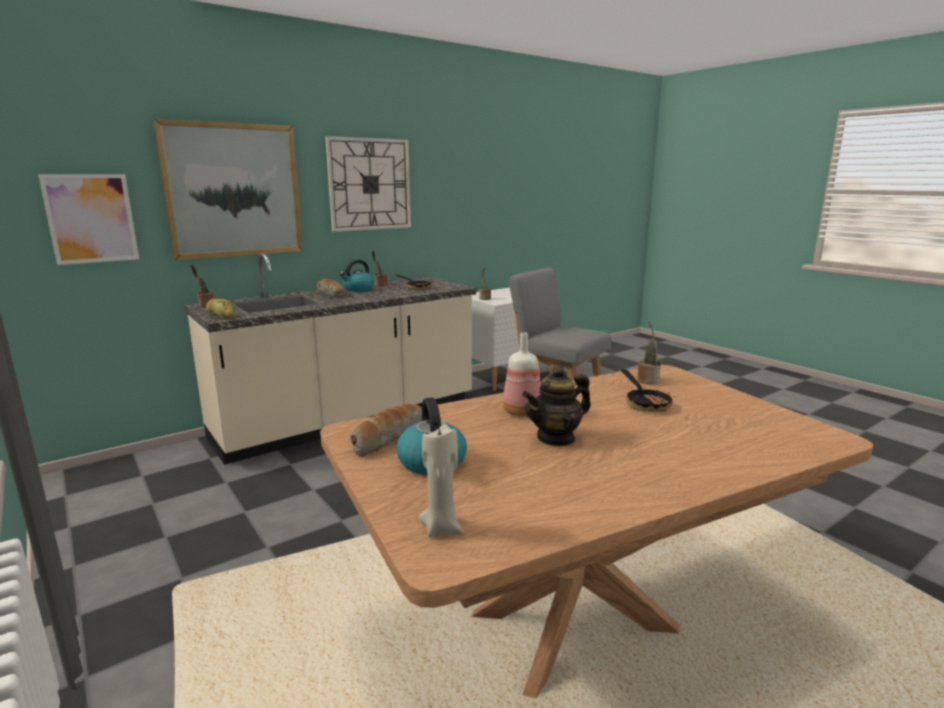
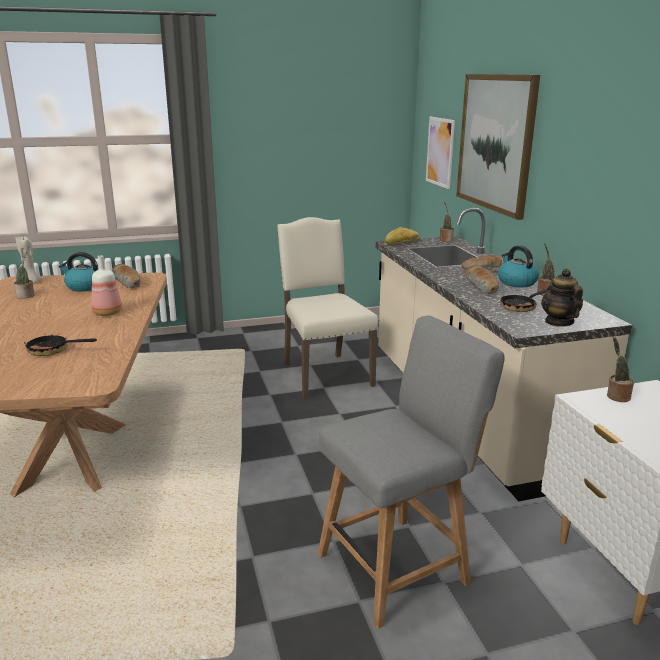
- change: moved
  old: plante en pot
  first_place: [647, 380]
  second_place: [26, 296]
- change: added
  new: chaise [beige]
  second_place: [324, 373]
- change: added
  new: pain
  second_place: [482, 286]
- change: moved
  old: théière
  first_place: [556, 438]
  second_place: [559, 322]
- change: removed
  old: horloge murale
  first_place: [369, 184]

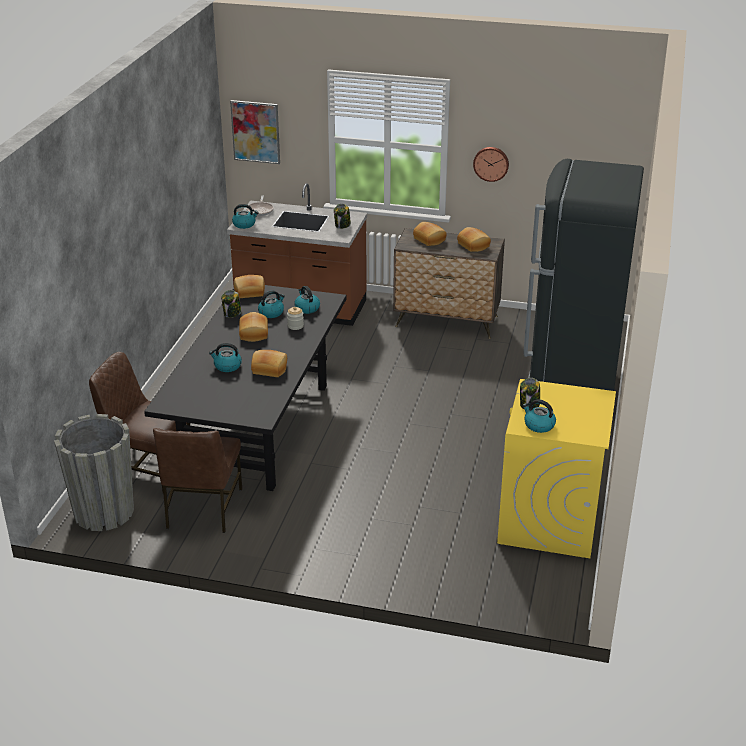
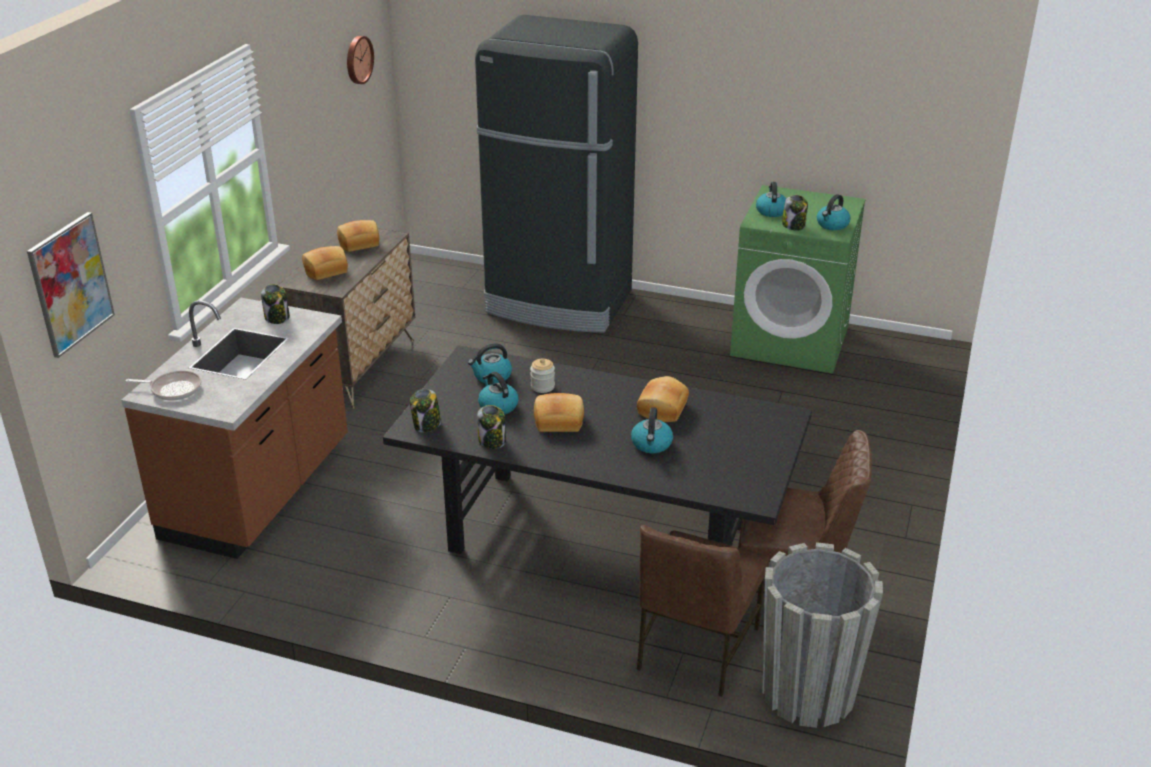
- change: moved
  old: horloge murale
  first_place: [491, 163]
  second_place: [358, 59]
- change: replaced
  old: pain
  new: bocal
  first_place: [249, 293]
  second_place: [427, 425]
- change: recoloured
  old: lave-linge [jaune]
  new: lave-linge [vert]
  first_place: [549, 521]
  second_place: [791, 341]
- change: moved
  old: bouilloire
  first_place: [244, 224]
  second_place: [771, 211]

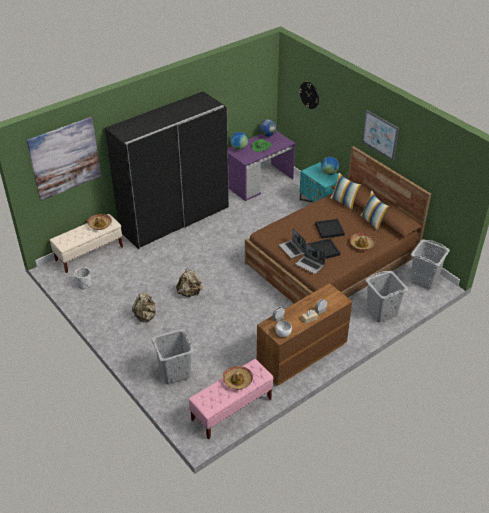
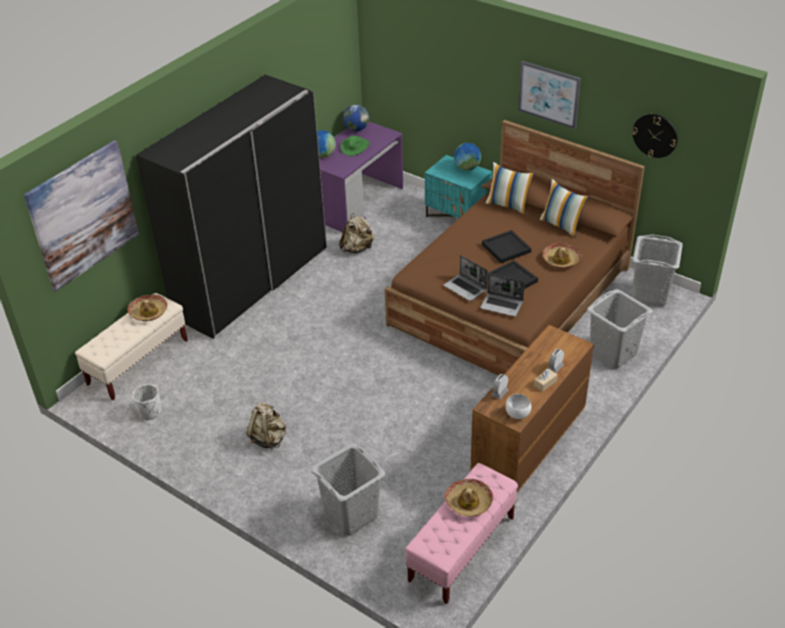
- change: moved
  old: sac à dos [beige]
  first_place: [190, 292]
  second_place: [357, 248]
- change: moved
  old: horloge murale
  first_place: [309, 95]
  second_place: [655, 135]

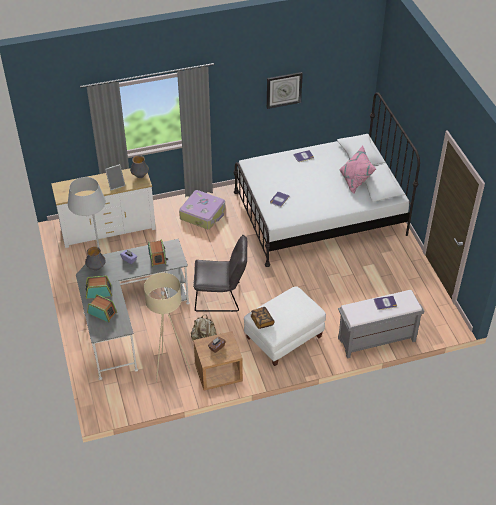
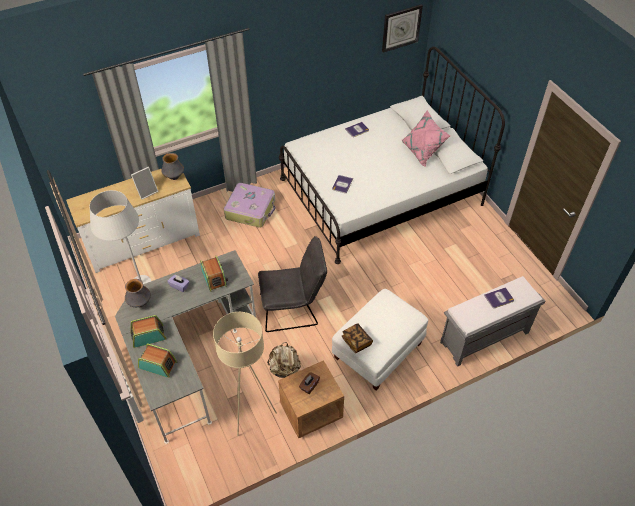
- change: moved
  old: horloge murale
  first_place: [284, 89]
  second_place: [401, 28]

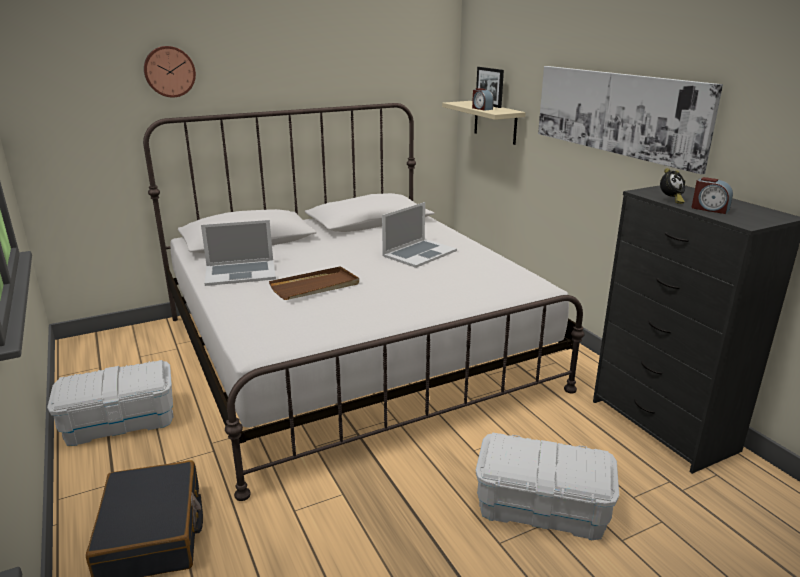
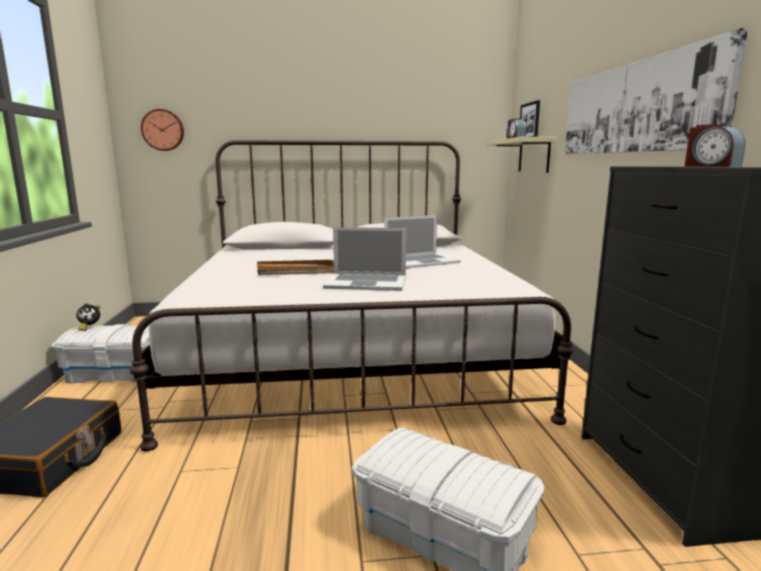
- change: moved
  old: réveil
  first_place: [670, 200]
  second_place: [89, 327]
- change: moved
  old: horloge murale
  first_place: [169, 71]
  second_place: [163, 130]
- change: moved
  old: ordinateur portable
  first_place: [240, 273]
  second_place: [366, 282]

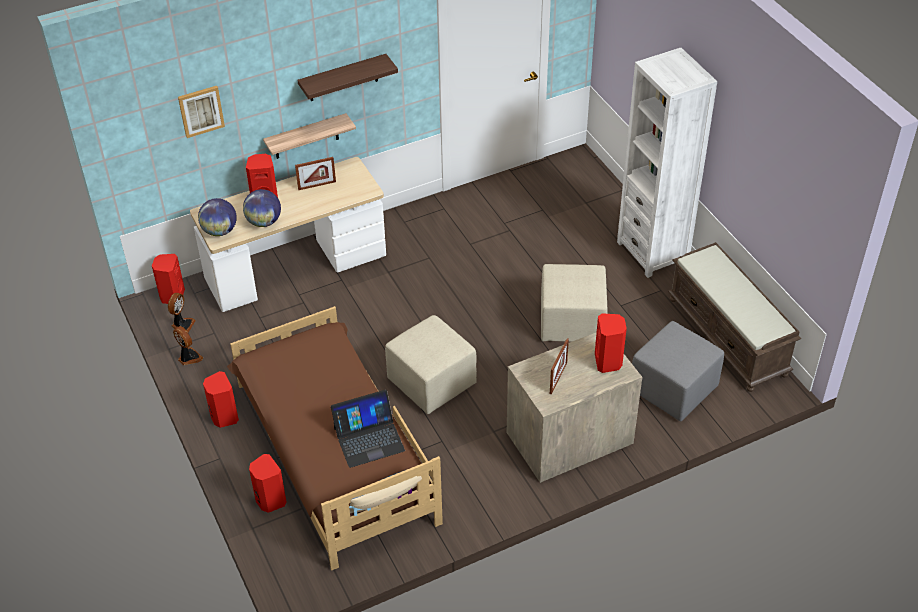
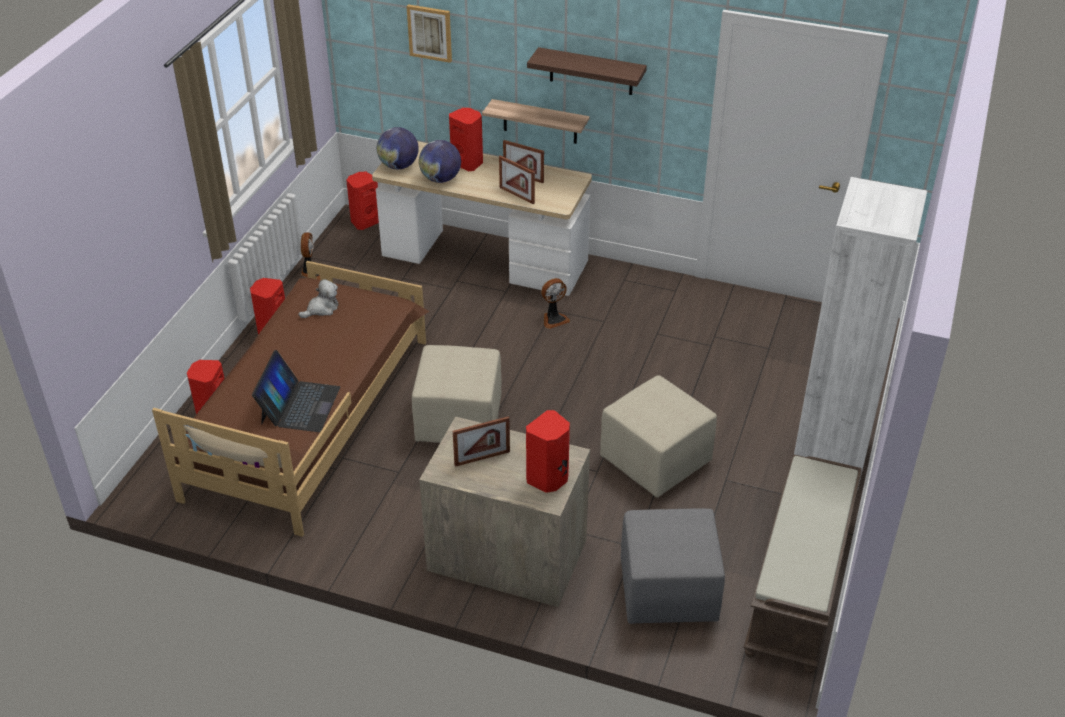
- change: turned
  old: ordinateur portable
  first_place: [369, 439]
  second_place: [299, 405]
  degrees: -105
- change: added
  new: peluche
  second_place: [322, 309]
- change: added
  new: cadre photo
  second_place: [517, 195]
- change: moved
  old: ventilateur
  first_place: [182, 325]
  second_place: [554, 319]

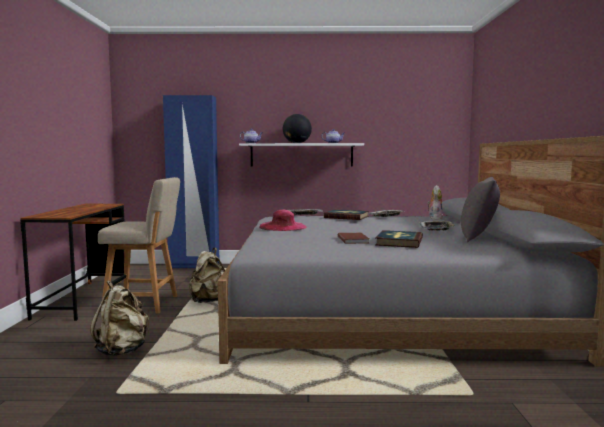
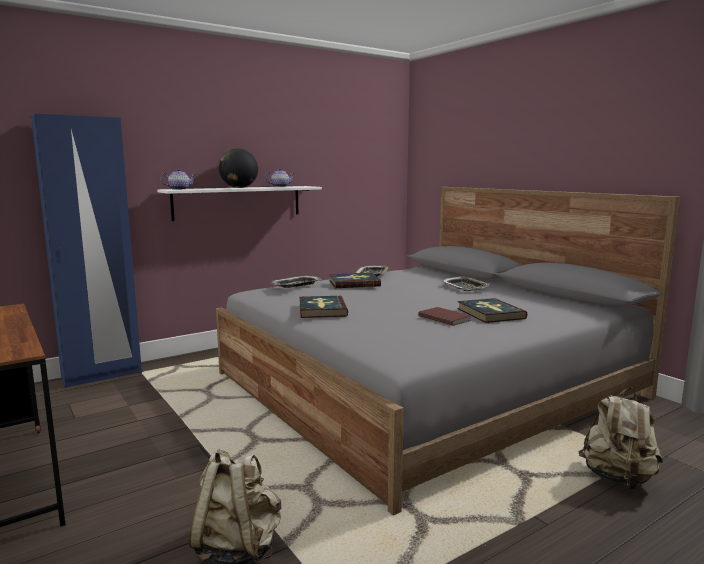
- change: replaced
  old: chapeau [rose]
  new: livre
  first_place: [282, 227]
  second_place: [322, 310]
- change: moved
  old: sac à dos [beige]
  first_place: [208, 301]
  second_place: [618, 478]
- change: removed
  old: chaise [beige]
  first_place: [145, 304]
- change: removed
  old: peluche
  first_place: [434, 218]
- change: removed
  old: coussin [gris]
  first_place: [478, 238]

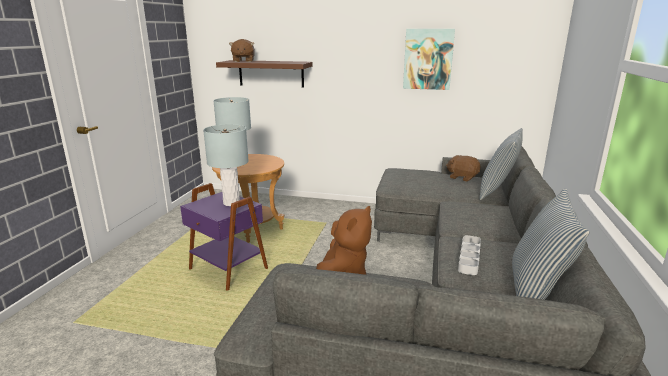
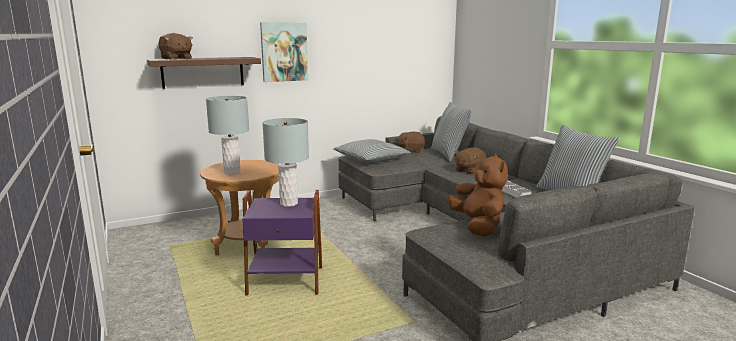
- change: moved
  old: tableau
  first_place: [428, 59]
  second_place: [284, 52]
- change: added
  new: coussin
  second_place: [371, 159]
- change: added
  new: peluche [marron]
  second_place: [469, 170]

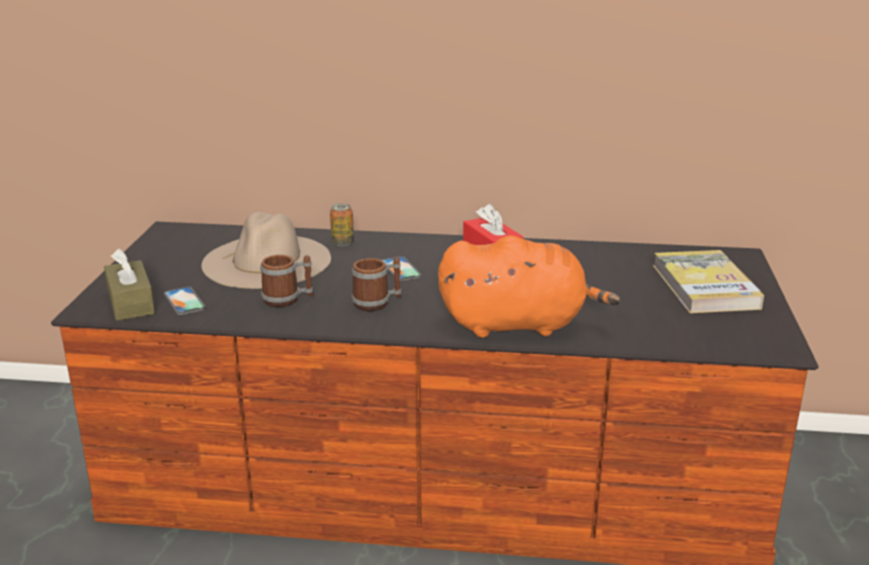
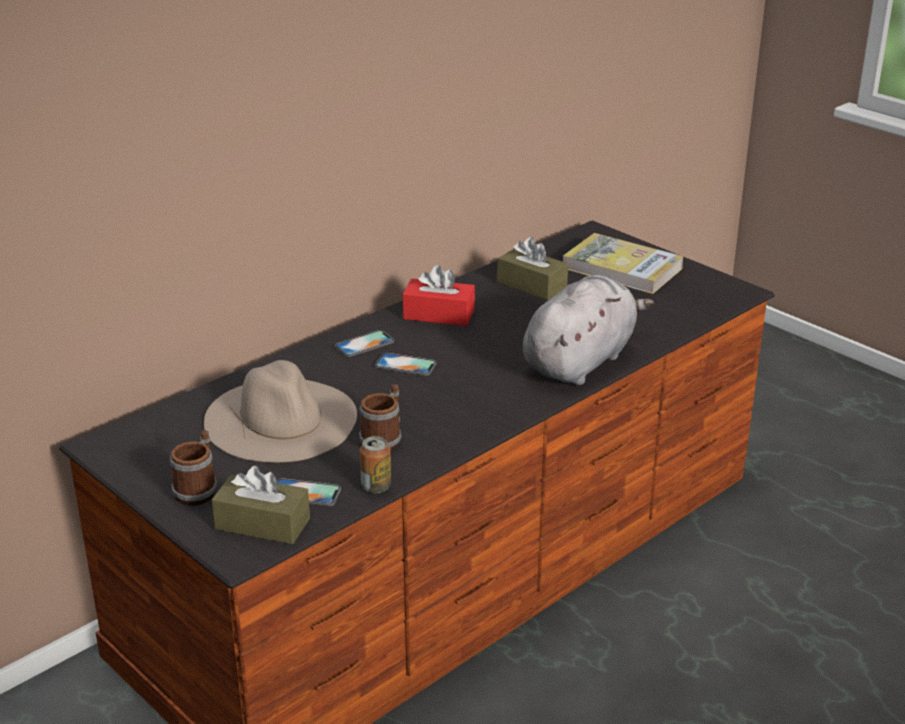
- change: moved
  old: mug
  first_place: [377, 302]
  second_place: [199, 489]
- change: added
  new: téléphone
  second_place: [364, 344]
- change: moved
  old: boîte métallique
  first_place: [342, 243]
  second_place: [376, 487]
- change: added
  new: boîte à mouchoirs [marron]
  second_place: [532, 285]
- change: recoloured
  old: peluche [orange]
  new: peluche [gris]
  first_place: [518, 324]
  second_place: [580, 361]

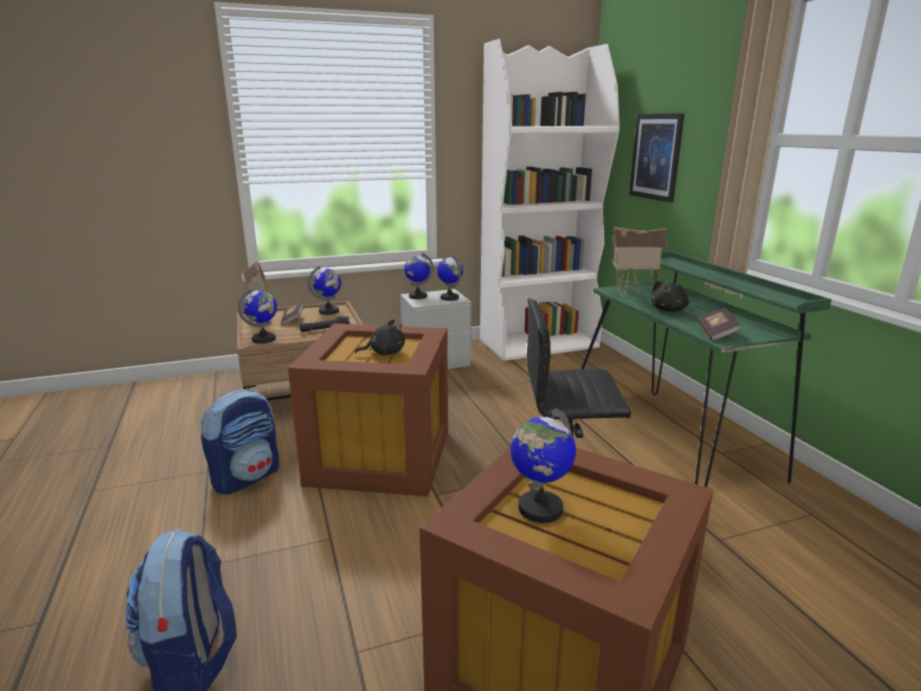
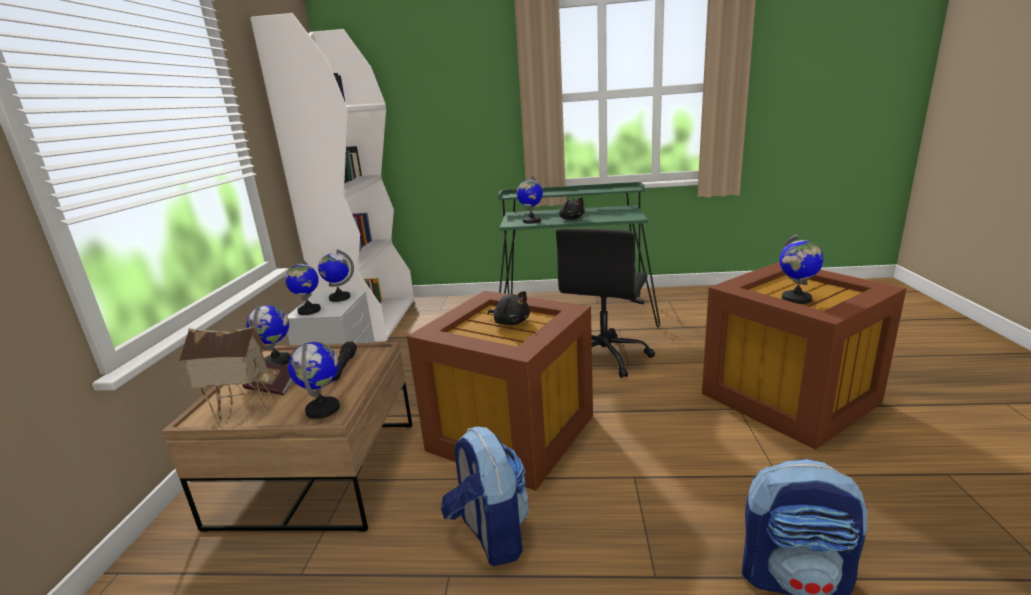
- change: turned
  old: peluche [noir]
  first_place: [384, 353]
  second_place: [510, 322]
  degrees: 120
- change: replaced
  old: maison miniature
  new: globe
  first_place: [634, 295]
  second_place: [531, 221]
- change: removed
  old: tableau
  first_place: [656, 157]
- change: removed
  old: livre
  first_place: [717, 334]

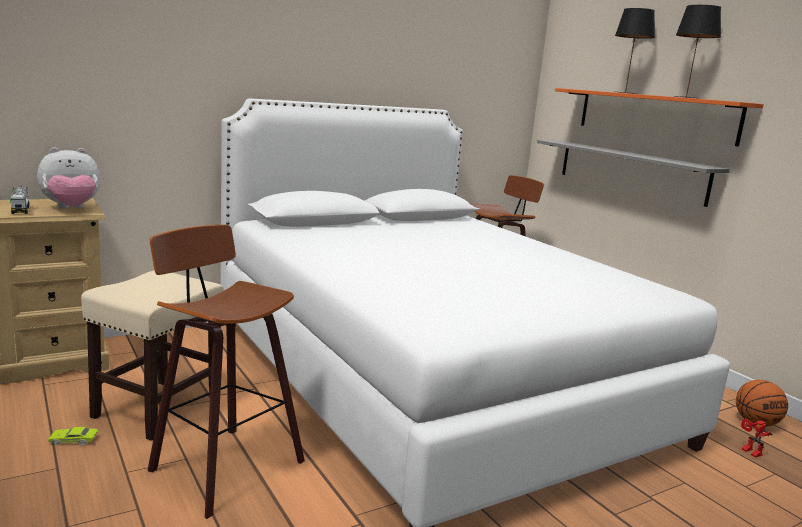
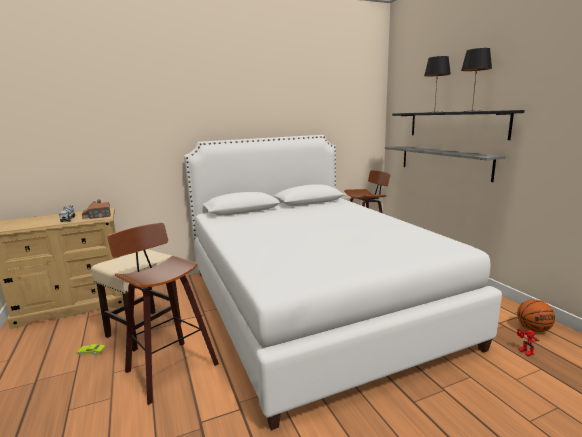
- change: replaced
  old: peluche
  new: maison miniature
  first_place: [71, 209]
  second_place: [96, 216]
- change: recoloured
  old: étagère [orange]
  new: étagère [noir]
  first_place: [654, 115]
  second_place: [455, 124]

